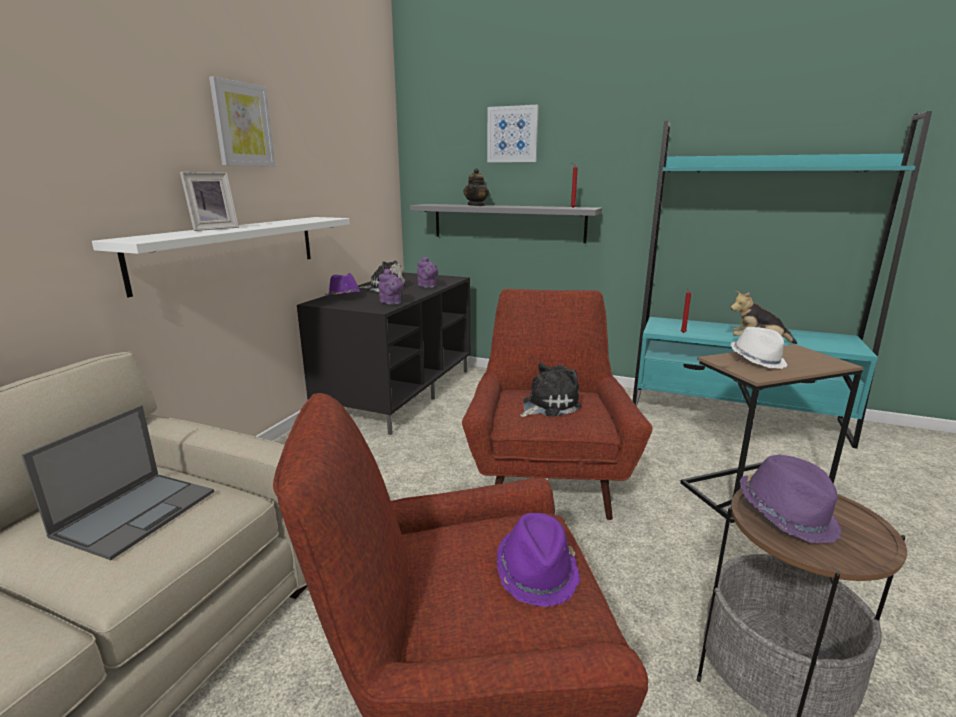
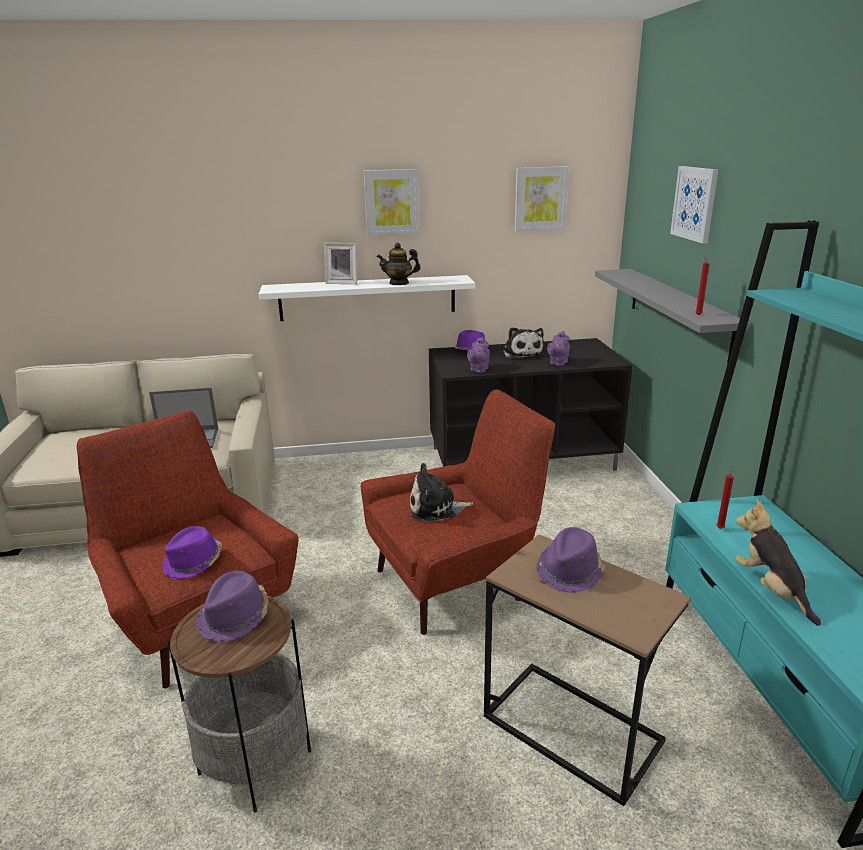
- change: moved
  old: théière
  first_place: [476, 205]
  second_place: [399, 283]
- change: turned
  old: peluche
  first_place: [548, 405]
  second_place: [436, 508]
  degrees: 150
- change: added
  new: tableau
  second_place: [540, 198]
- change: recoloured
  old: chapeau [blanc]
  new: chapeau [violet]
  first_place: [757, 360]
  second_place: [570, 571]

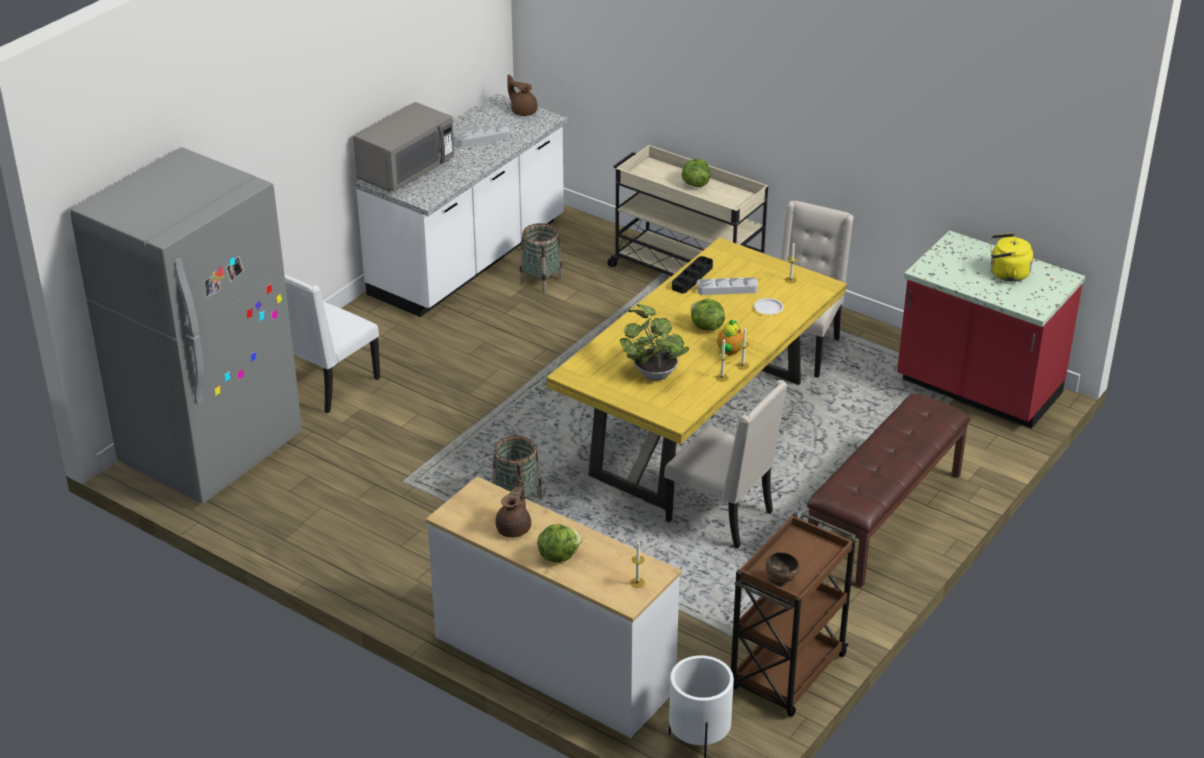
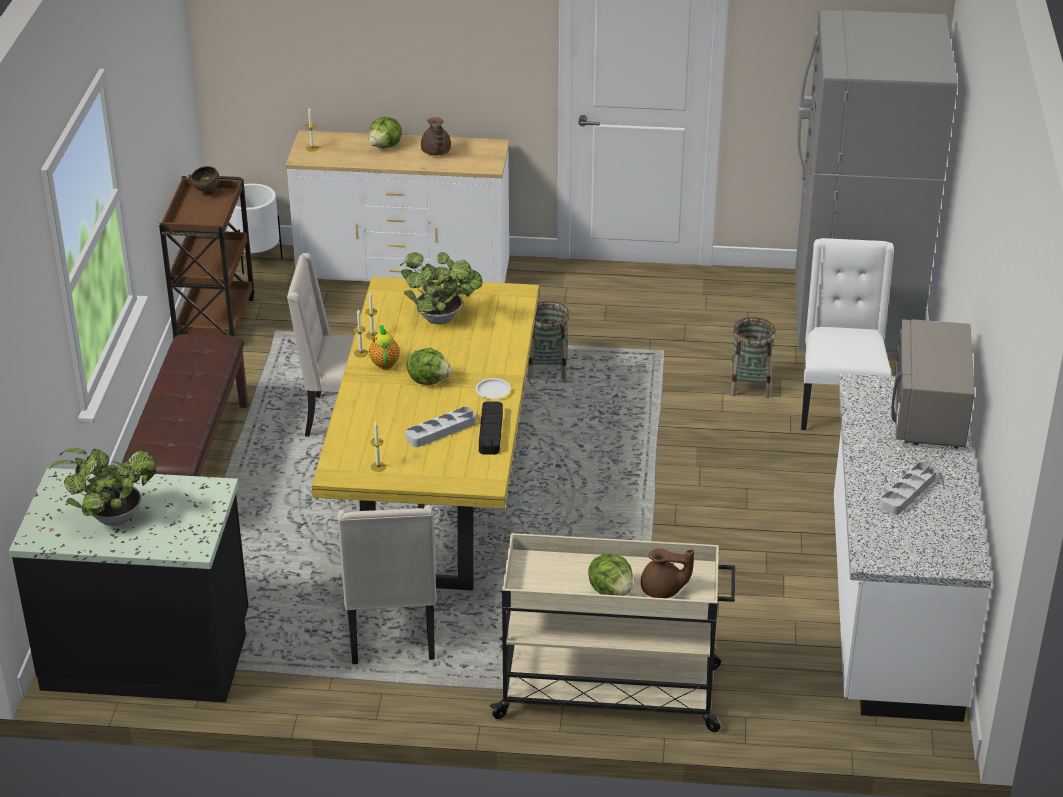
- change: recoloured
  old: comptoir de cuisine [rouge]
  new: comptoir de cuisine [noir]
  first_place: [978, 390]
  second_place: [147, 653]
- change: replaced
  old: bouilloire [jaune]
  new: plante en pot
  first_place: [1006, 274]
  second_place: [110, 517]
- change: moved
  old: assiette [blanc]
  first_place: [768, 308]
  second_place: [492, 391]
- change: moved
  old: théière [marron]
  first_place: [523, 111]
  second_place: [663, 590]
- change: moved
  old: panier
  first_place: [541, 281]
  second_place: [749, 385]

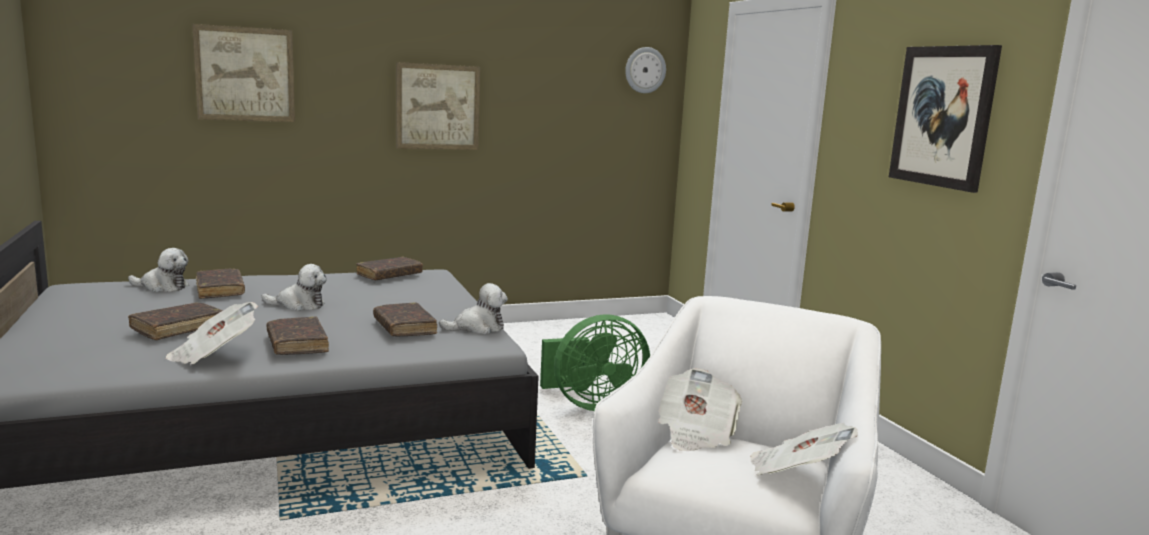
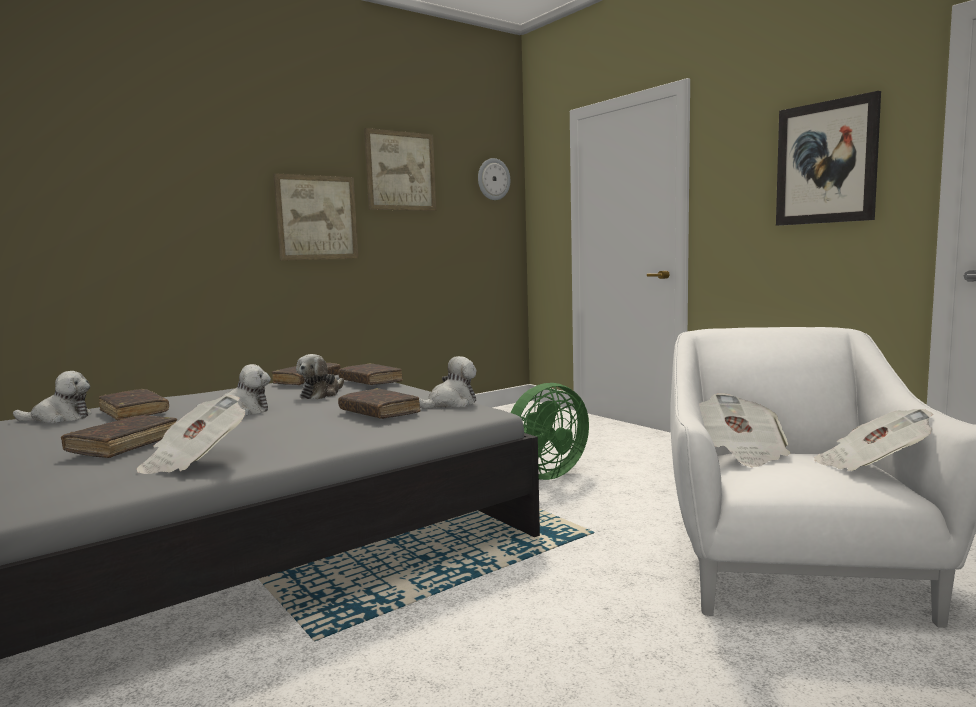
- change: added
  new: peluche
  second_place: [321, 394]
- change: moved
  old: livre [marron]
  first_place: [297, 344]
  second_place: [370, 381]
- change: moved
  old: tableau
  first_place: [245, 74]
  second_place: [400, 171]

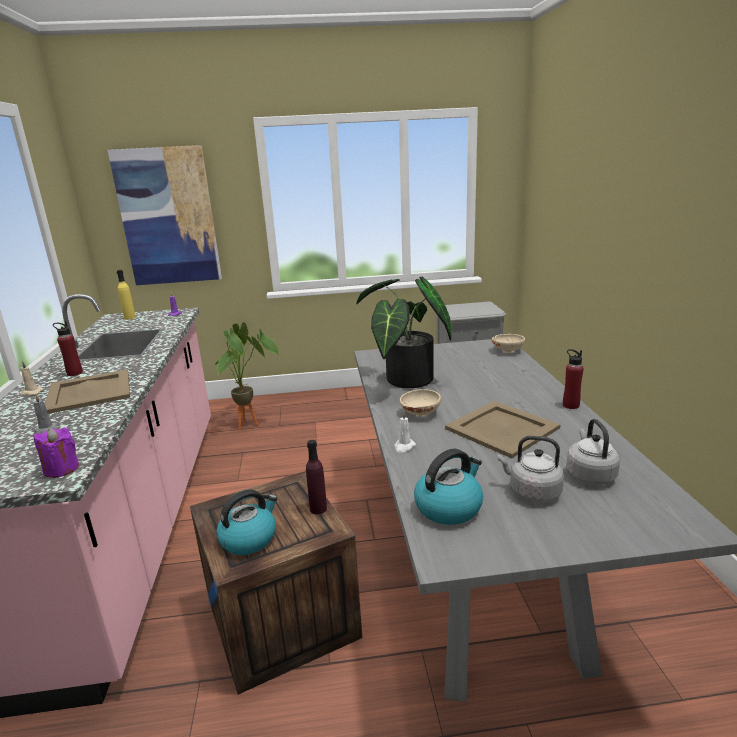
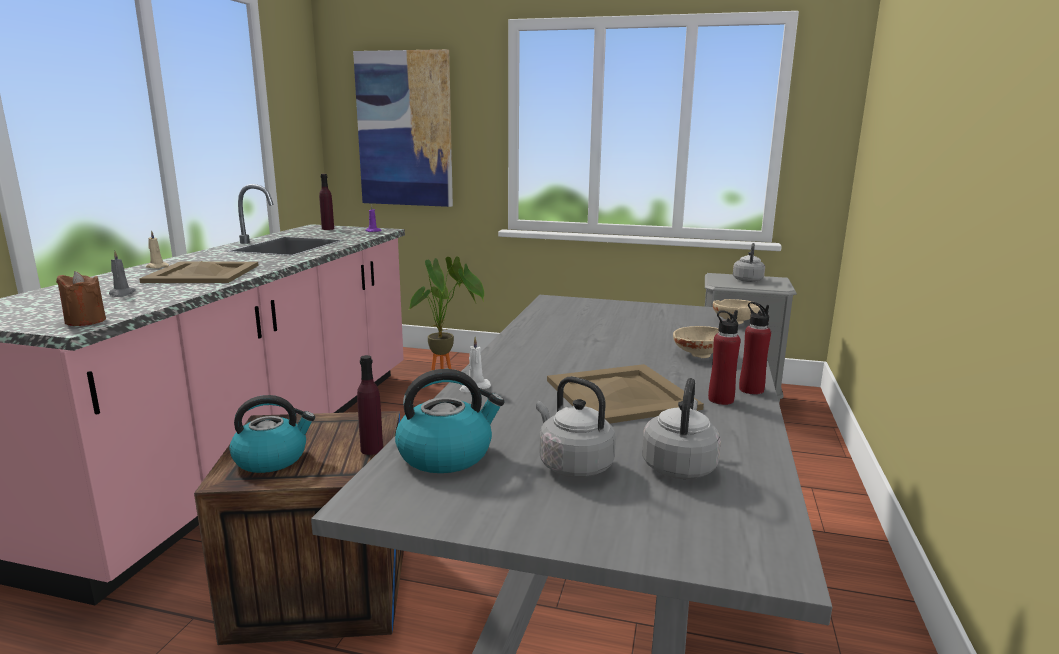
- change: recoloured
  old: bougie [violet]
  new: bougie [marron]
  first_place: [61, 469]
  second_place: [85, 321]
- change: recoloured
  old: bouteille [jaune]
  new: bouteille [violet]
  first_place: [130, 318]
  second_place: [328, 229]
- change: moved
  old: bol [beige]
  first_place: [419, 413]
  second_place: [697, 354]
- change: moved
  old: bouteille [rouge]
  first_place: [74, 373]
  second_place: [720, 399]
- change: added
  new: bouilloire [gris]
  second_place: [747, 280]
- change: removed
  old: plante en pot
  first_place: [404, 381]

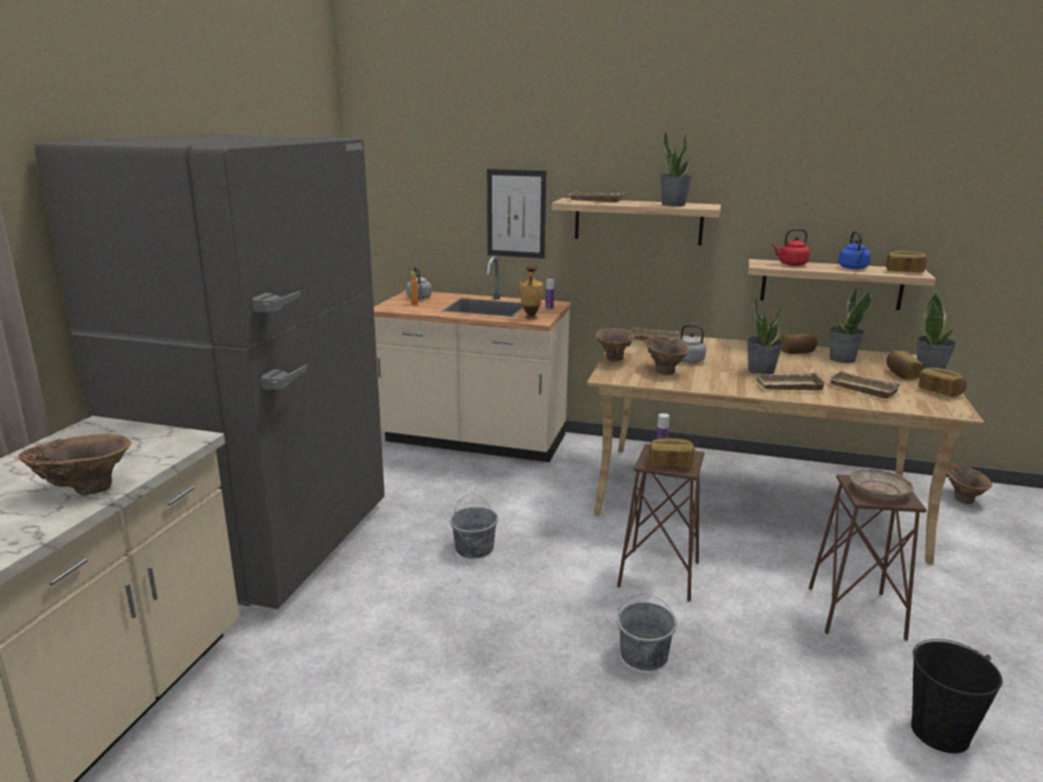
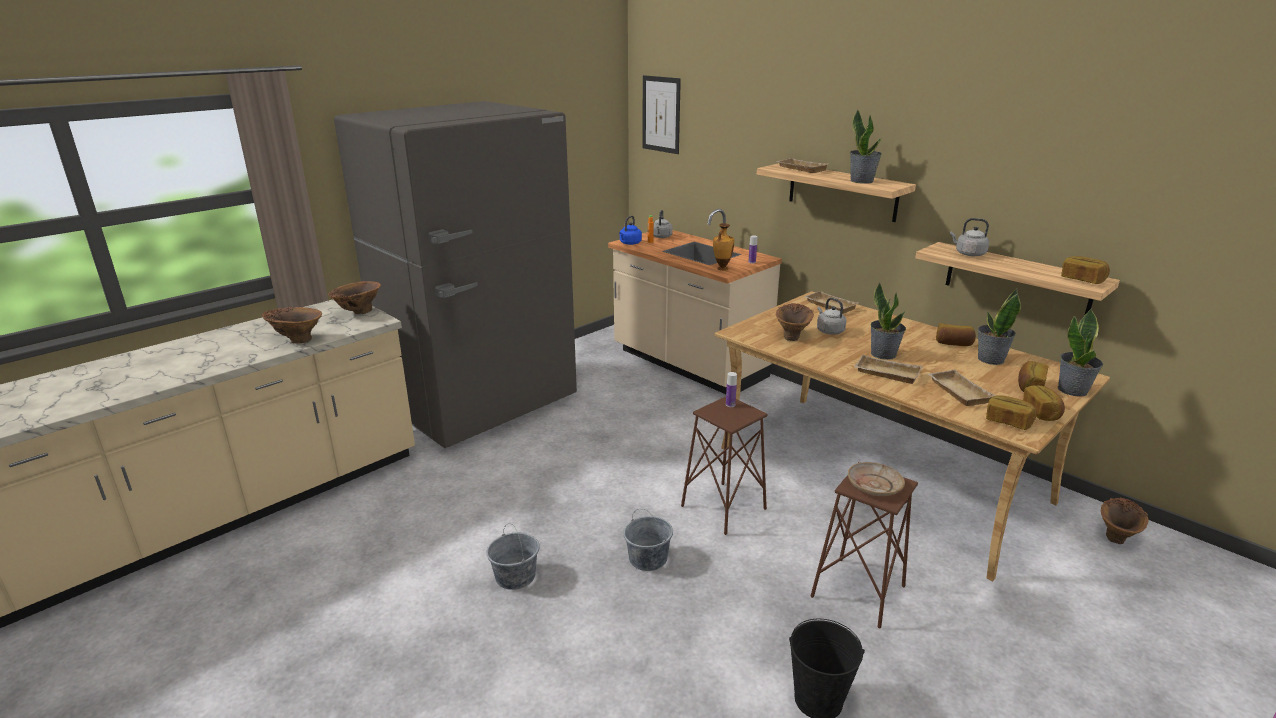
- change: moved
  old: vase [marron]
  first_place: [613, 360]
  second_place: [358, 312]
- change: moved
  old: seau [gris]
  first_place: [474, 548]
  second_place: [515, 576]
- change: moved
  old: bouilloire [bleu]
  first_place: [853, 268]
  second_place: [629, 243]
- change: moved
  old: tableau
  first_place: [516, 214]
  second_place: [661, 114]
- change: recoloured
  old: bouilloire [rouge]
  new: bouilloire [gris]
  first_place: [791, 264]
  second_place: [968, 254]
- change: moved
  old: pain
  first_place: [670, 463]
  second_place: [1008, 422]

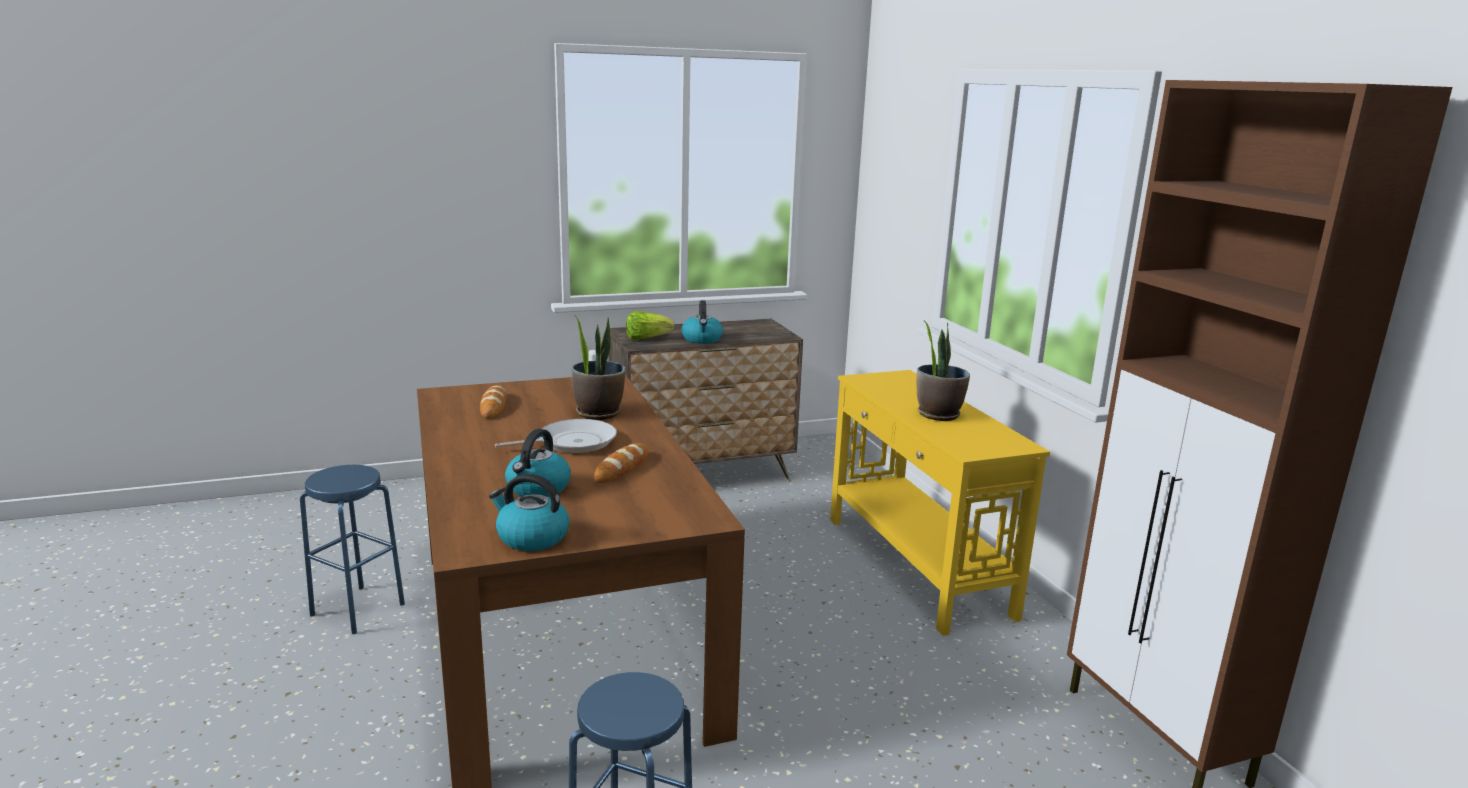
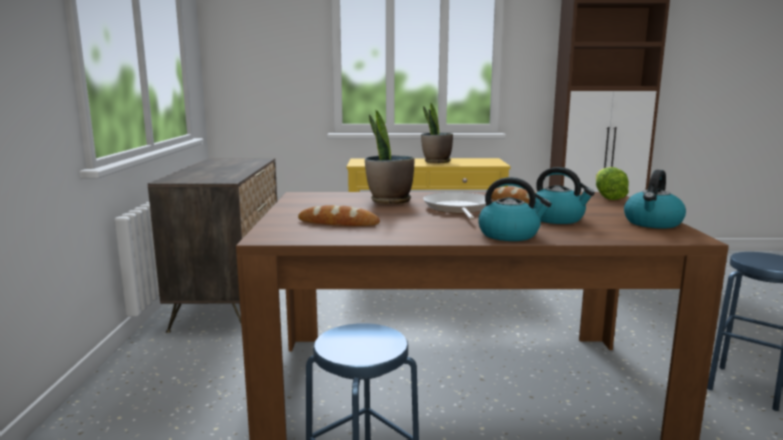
- change: moved
  old: bouilloire
  first_place: [702, 339]
  second_place: [510, 234]
- change: moved
  old: laitue
  first_place: [646, 338]
  second_place: [607, 197]

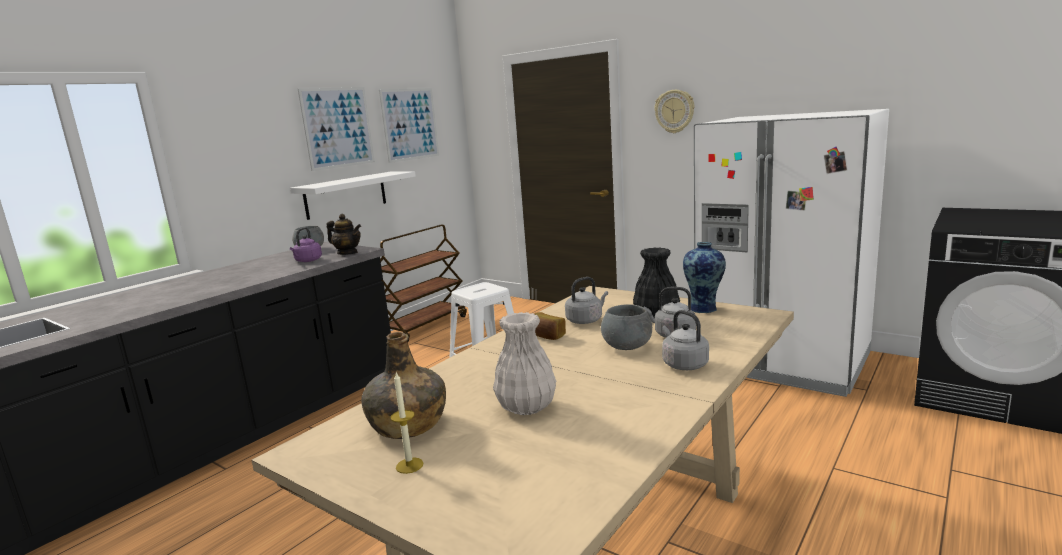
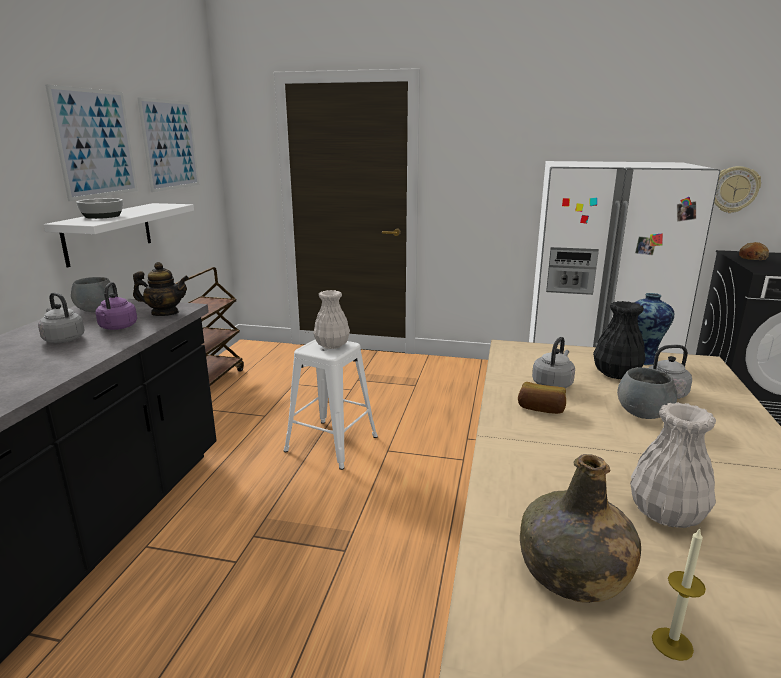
- change: moved
  old: bouilloire [gris]
  first_place: [683, 364]
  second_place: [63, 339]
- change: added
  new: bol
  second_place: [102, 216]
- change: added
  new: vase [blanc]
  second_place: [331, 345]
- change: moved
  old: horloge murale
  first_place: [674, 111]
  second_place: [733, 189]
- change: added
  new: pain
  second_place: [752, 257]

